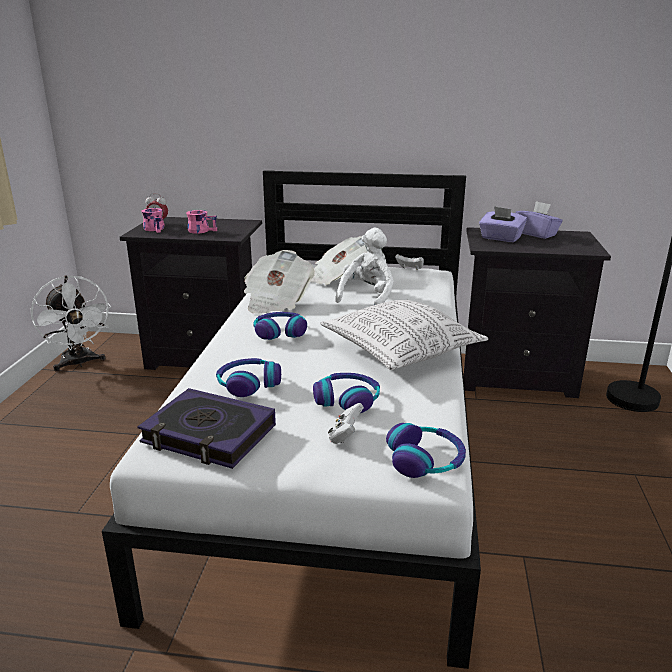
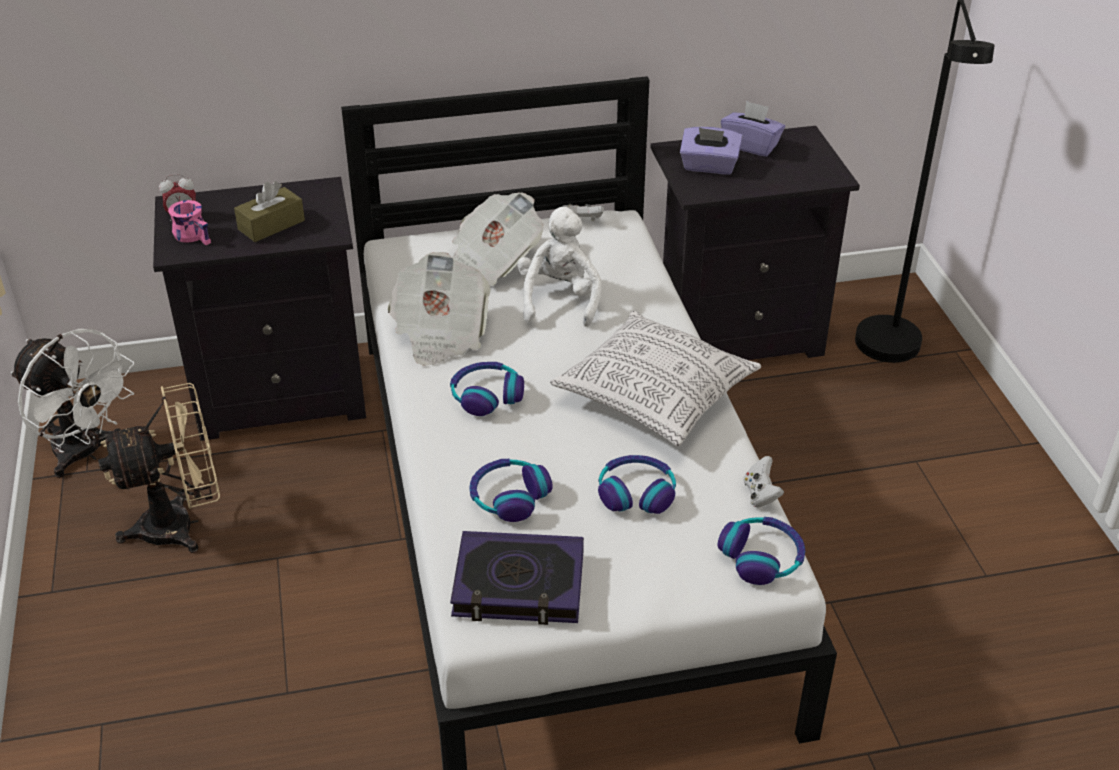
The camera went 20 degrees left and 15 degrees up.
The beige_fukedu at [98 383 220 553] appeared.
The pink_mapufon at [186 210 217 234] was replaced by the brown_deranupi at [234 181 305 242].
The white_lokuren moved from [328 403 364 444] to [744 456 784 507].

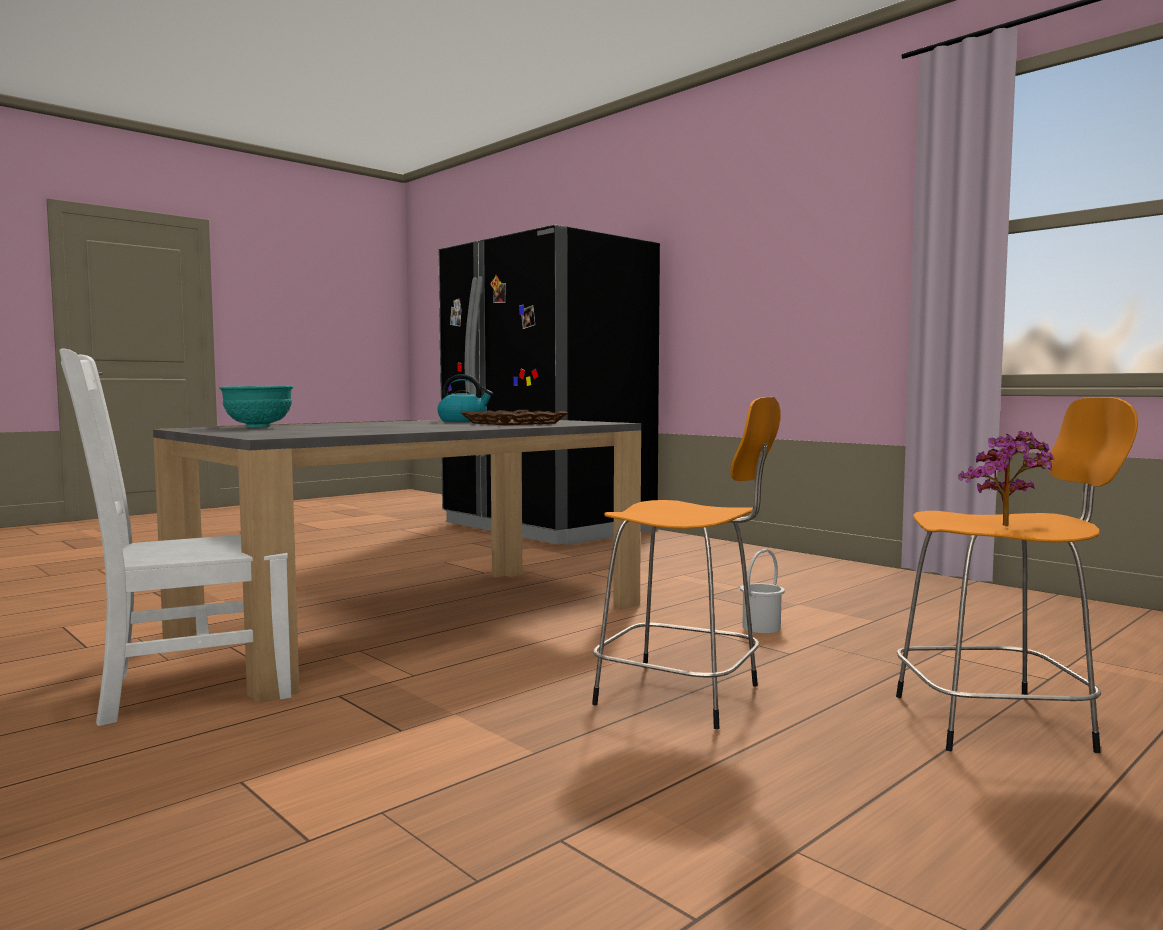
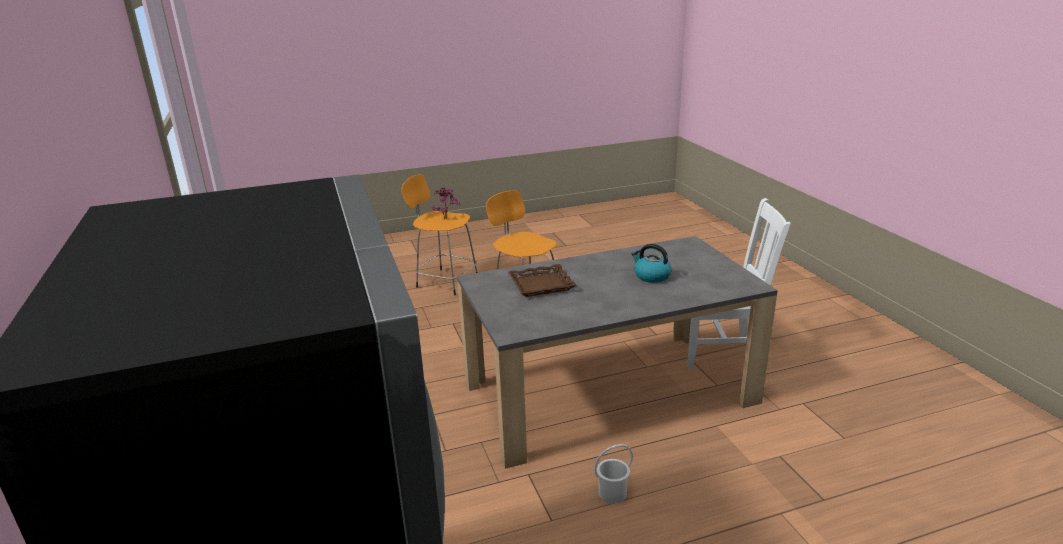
The camera went 155 degrees left and 20 degrees up.
The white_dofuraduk moved from [740 549 785 633] to [594 444 633 503].
The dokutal moved from [437 374 493 422] to [631 244 671 283].
The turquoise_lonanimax at [219 386 293 428] disappeared.

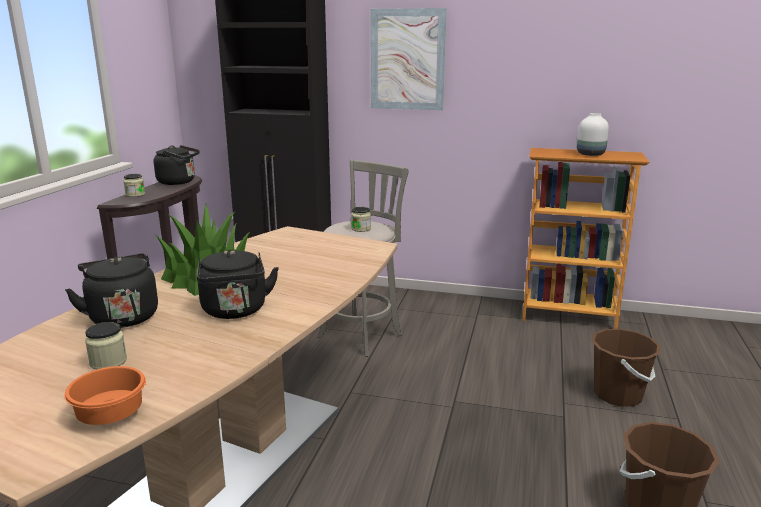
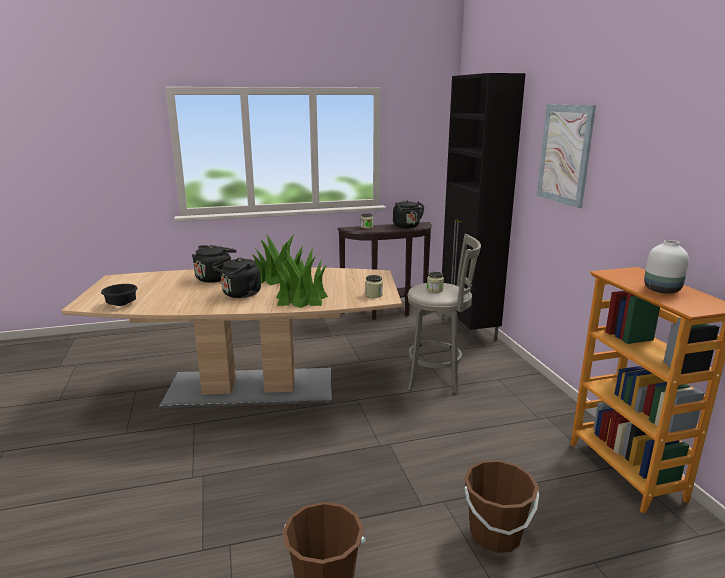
The camera went 60 degrees right and 0 degrees up.
The orange_lonanimax at [64 366 146 425] became the black_lonanimax at [101 284 138 306].
The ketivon at [275 248 328 308] appeared.
The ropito moved from [85 322 127 370] to [365 275 383 298].

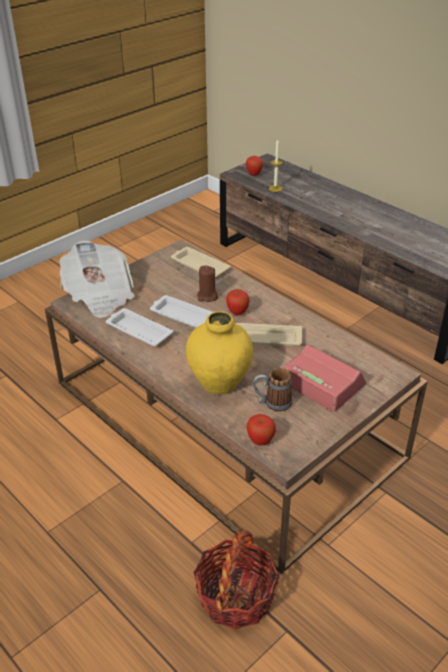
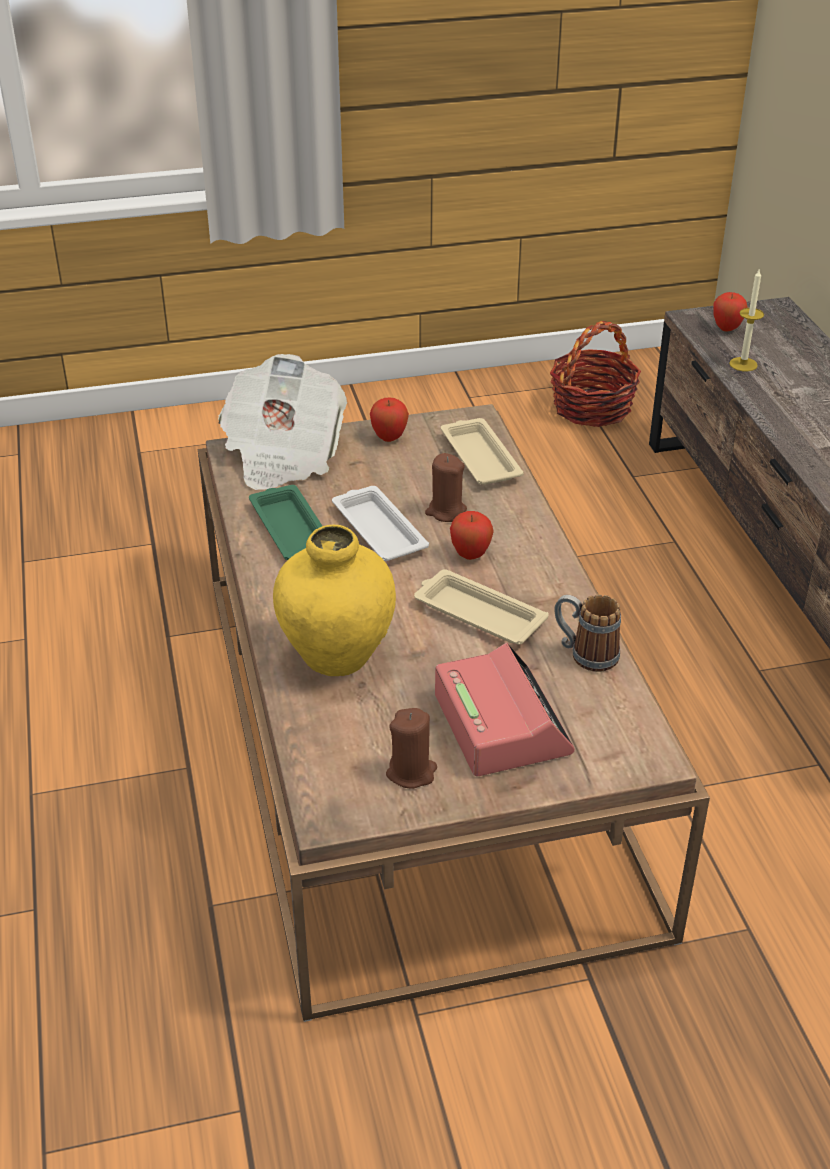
The camera went 30 degrees right and 0 degrees up.
The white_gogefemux at [106 308 173 346] became the green_gogefemux at [249 485 322 560].
The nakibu moved from [247 414 276 446] to [370 398 409 442].
The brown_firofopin at [386 708 437 788] appeared.
The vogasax moved from [193 531 280 630] to [550 321 641 427].
The mapufon moved from [253 368 292 411] to [554 594 621 672].

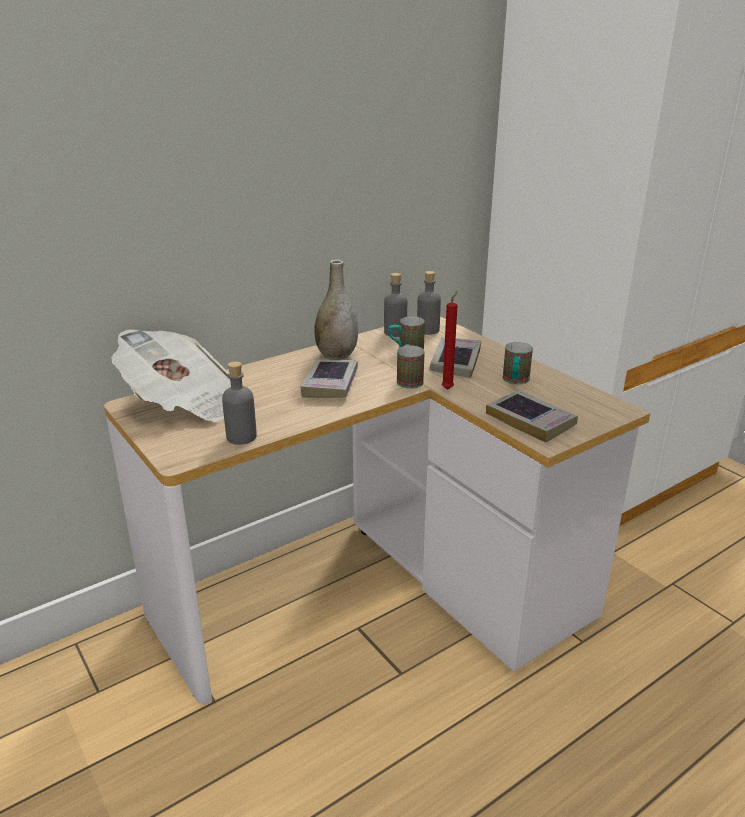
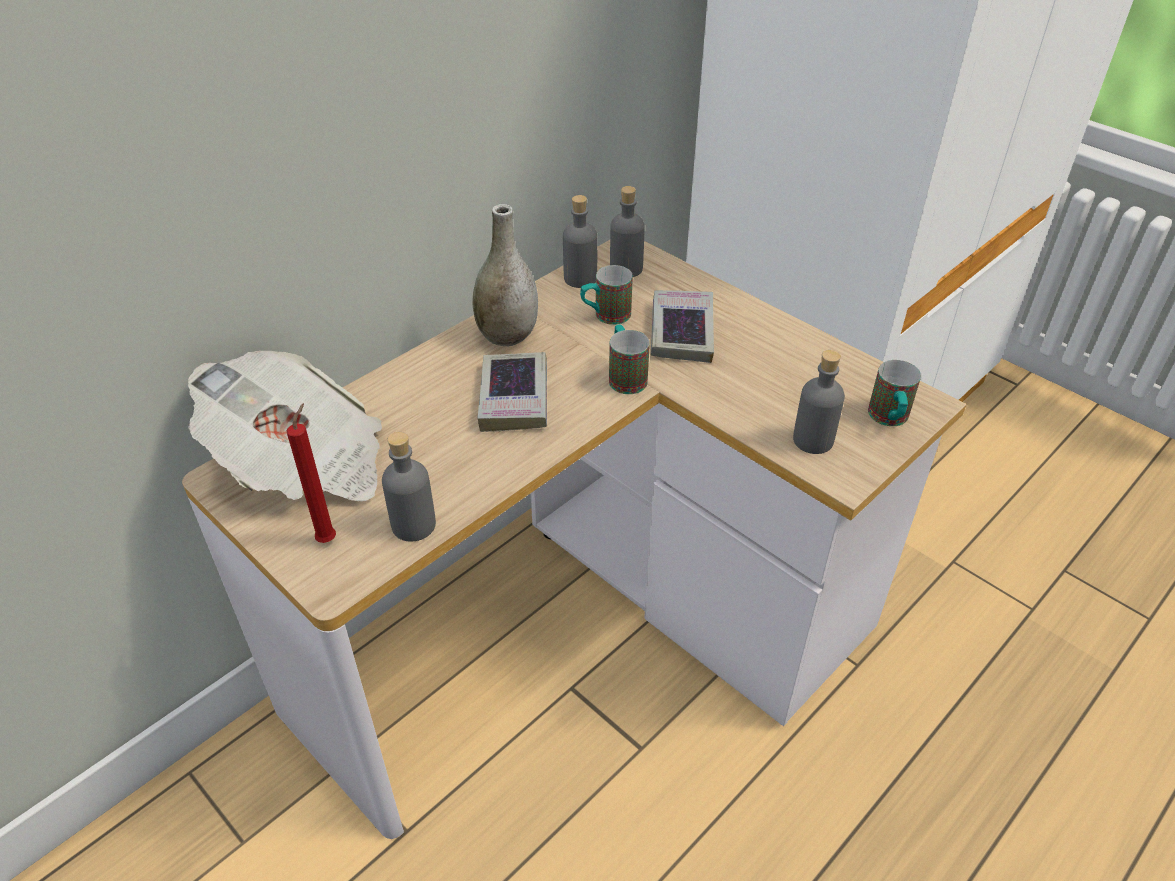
The camera went 10 degrees left and 15 degrees up.
The red_firofopin moved from [442 291 458 390] to [287 403 336 543].
The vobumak at [486 390 578 443] was replaced by the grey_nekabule at [793 350 845 454].
The mapufon moved from [503 342 533 385] to [868 360 921 426].

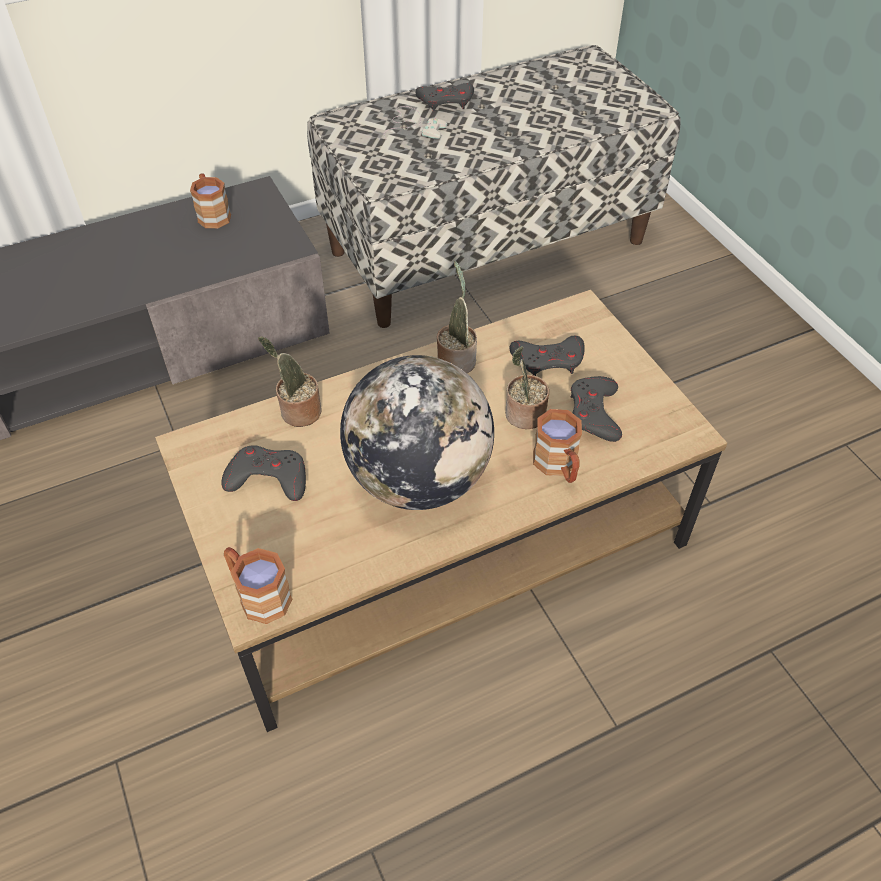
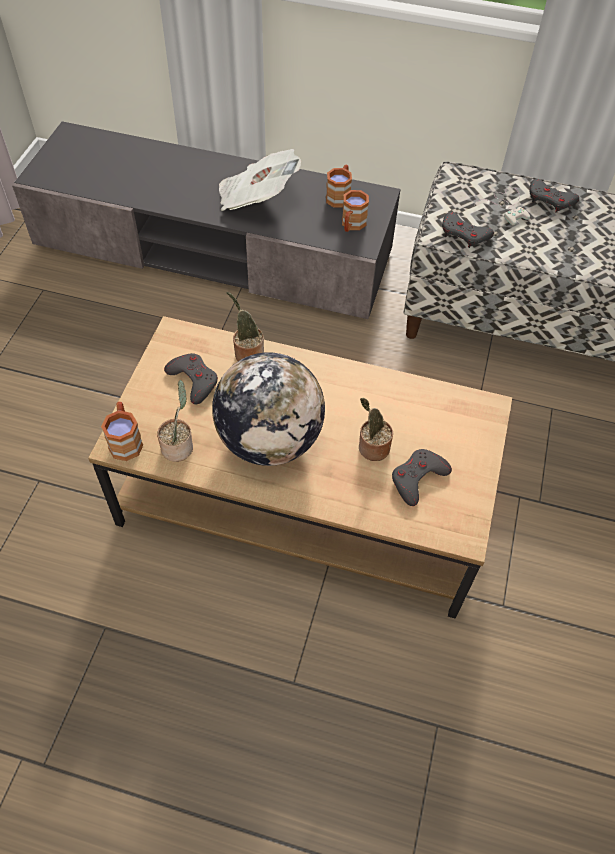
The camera went 40 degrees right and 5 degrees up.
The ketivon moved from [437 261 477 373] to [157 380 193 462].
The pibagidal at [219 149 301 211] appeared.
The brown_mapufon moved from [533 409 582 483] to [342 190 369 232].
The grey_lokuren moved from [509 336 585 376] to [442 212 494 248].

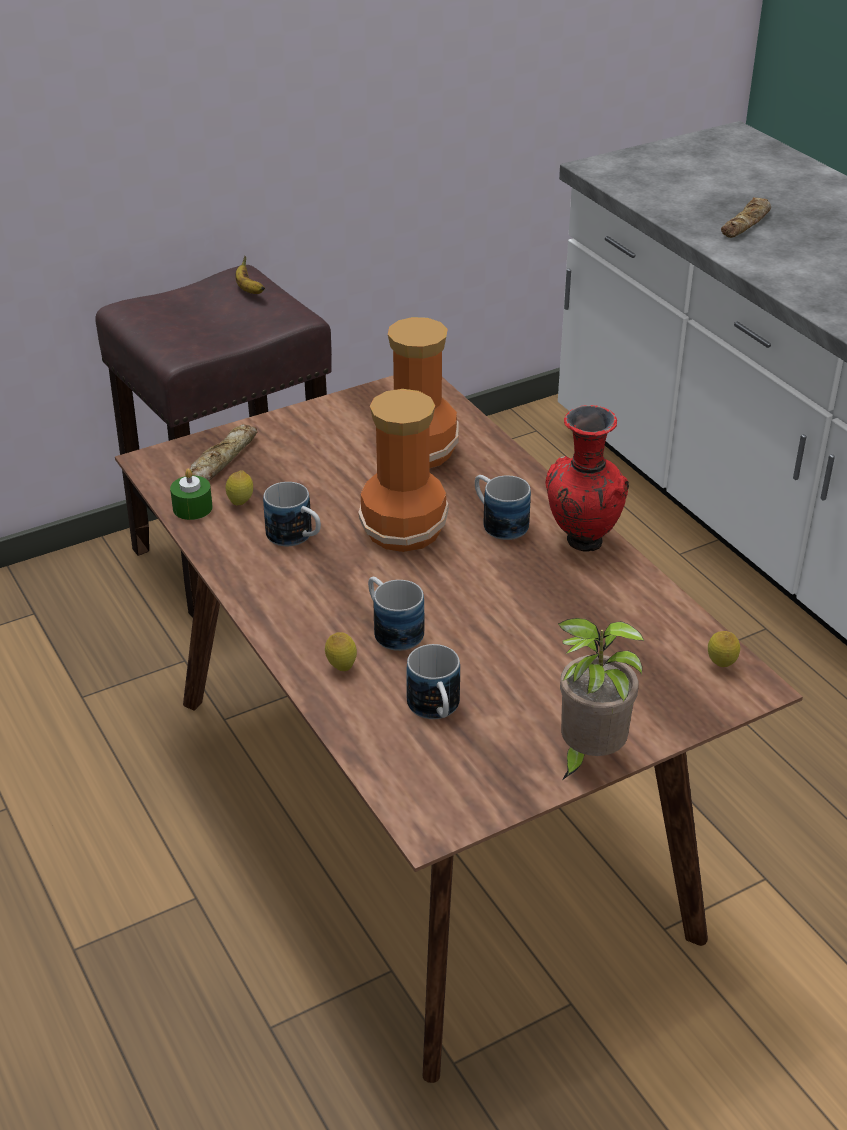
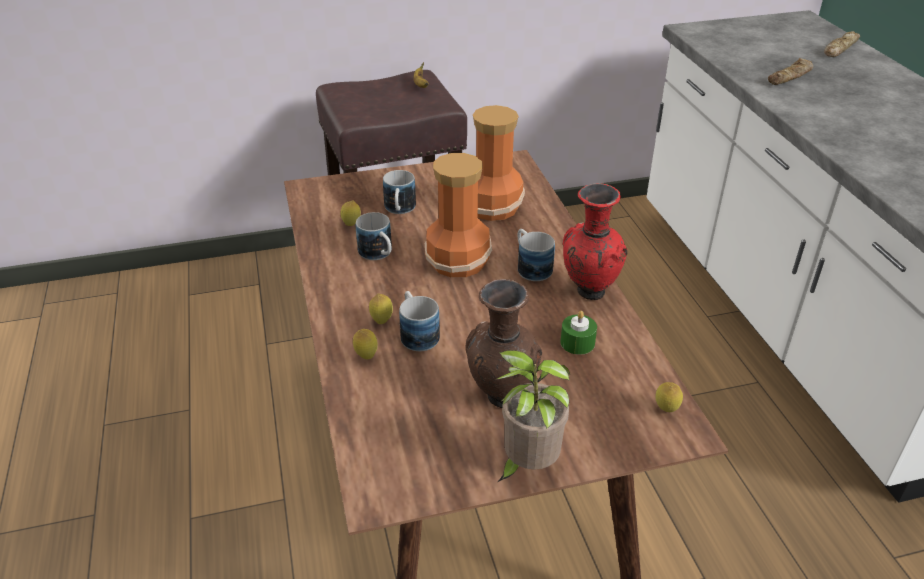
The camera went 15 degrees right and 0 degrees up.
The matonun at [369 293 393 324] appeared.
The mapufon moved from [406 644 460 719] to [383 170 416 214].
The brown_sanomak at [465 279 542 408] appeared.
The green_firofopin moved from [170 469 213 520] to [560 311 597 355].
The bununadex moved from [190 424 257 481] to [824 31 860 57].

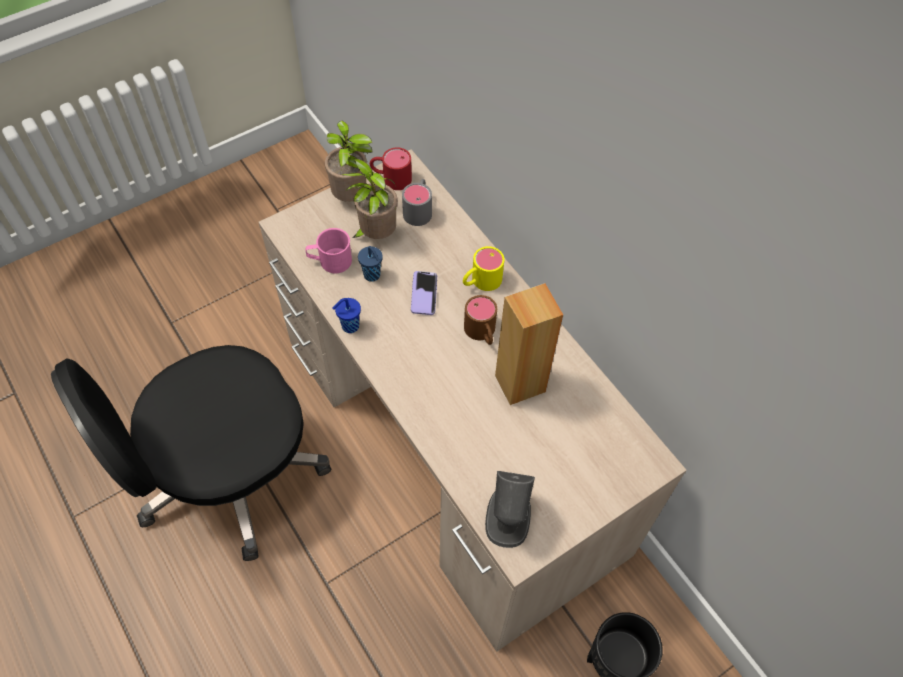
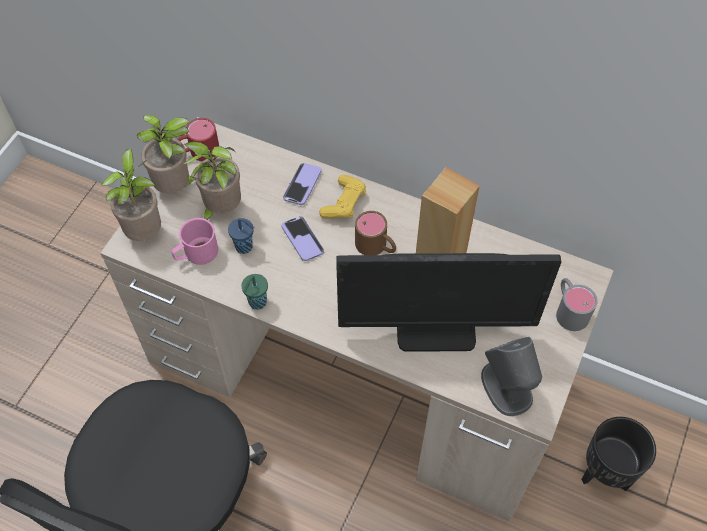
The camera went 30 degrees left and 0 degrees up.
The ketivon at [101 149 161 241] appeared.
The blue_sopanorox at [332 298 361 333] became the green_sopanorox at [241 274 268 310].
The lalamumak at [283 163 322 205] appeared.
The yellow_mapufon at [463 246 504 291] was replaced by the yellow_lokuren at [319 175 366 219].
The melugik at [336 253 561 351] appeared.
The grey_mapufon moved from [402 179 432 226] to [556 278 598 331].

